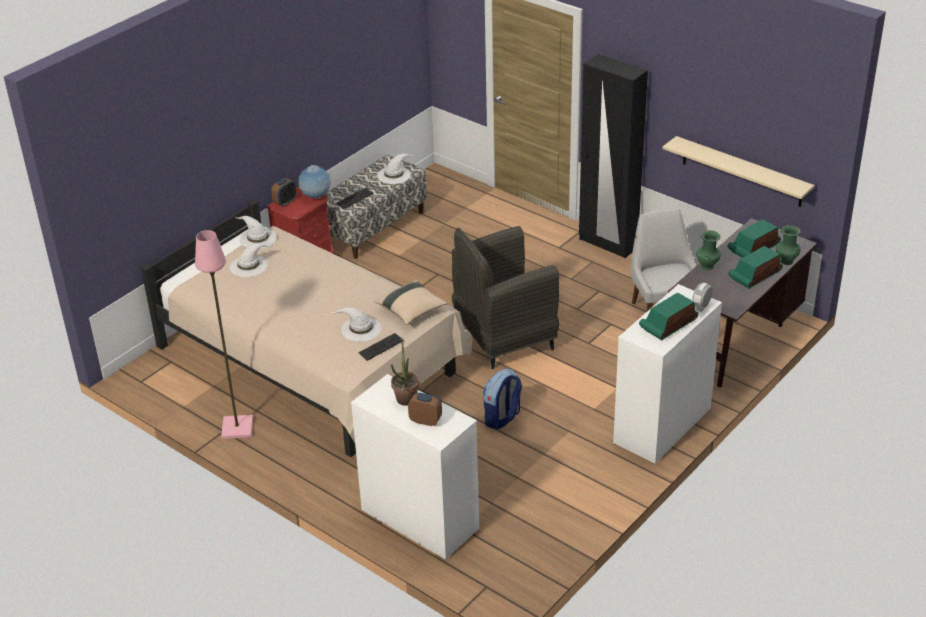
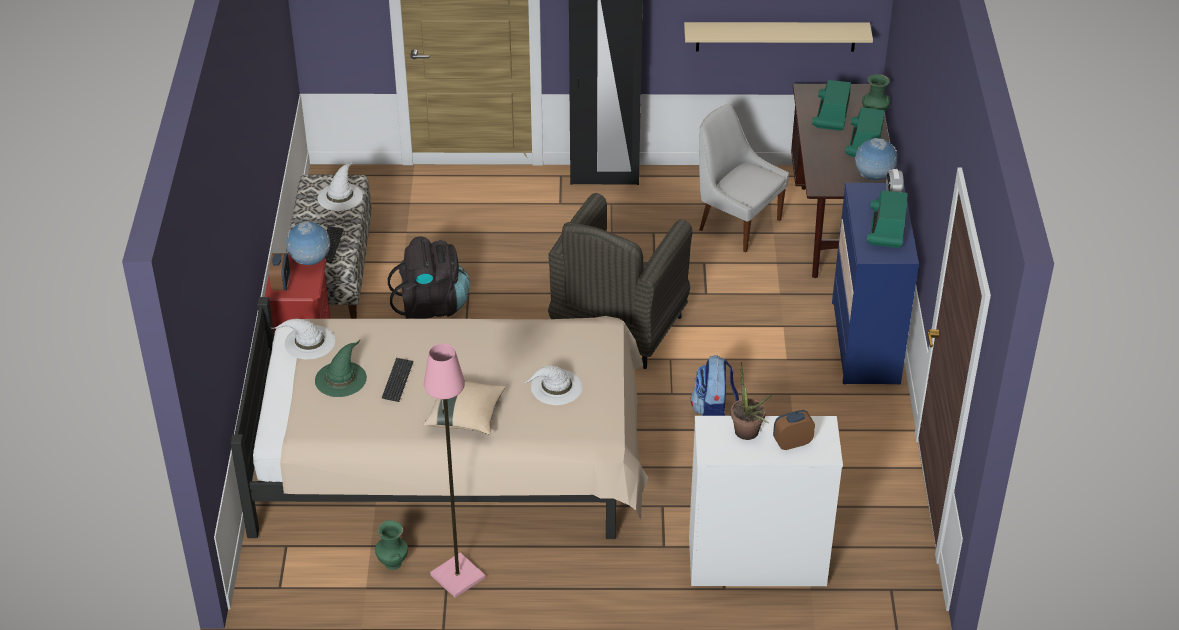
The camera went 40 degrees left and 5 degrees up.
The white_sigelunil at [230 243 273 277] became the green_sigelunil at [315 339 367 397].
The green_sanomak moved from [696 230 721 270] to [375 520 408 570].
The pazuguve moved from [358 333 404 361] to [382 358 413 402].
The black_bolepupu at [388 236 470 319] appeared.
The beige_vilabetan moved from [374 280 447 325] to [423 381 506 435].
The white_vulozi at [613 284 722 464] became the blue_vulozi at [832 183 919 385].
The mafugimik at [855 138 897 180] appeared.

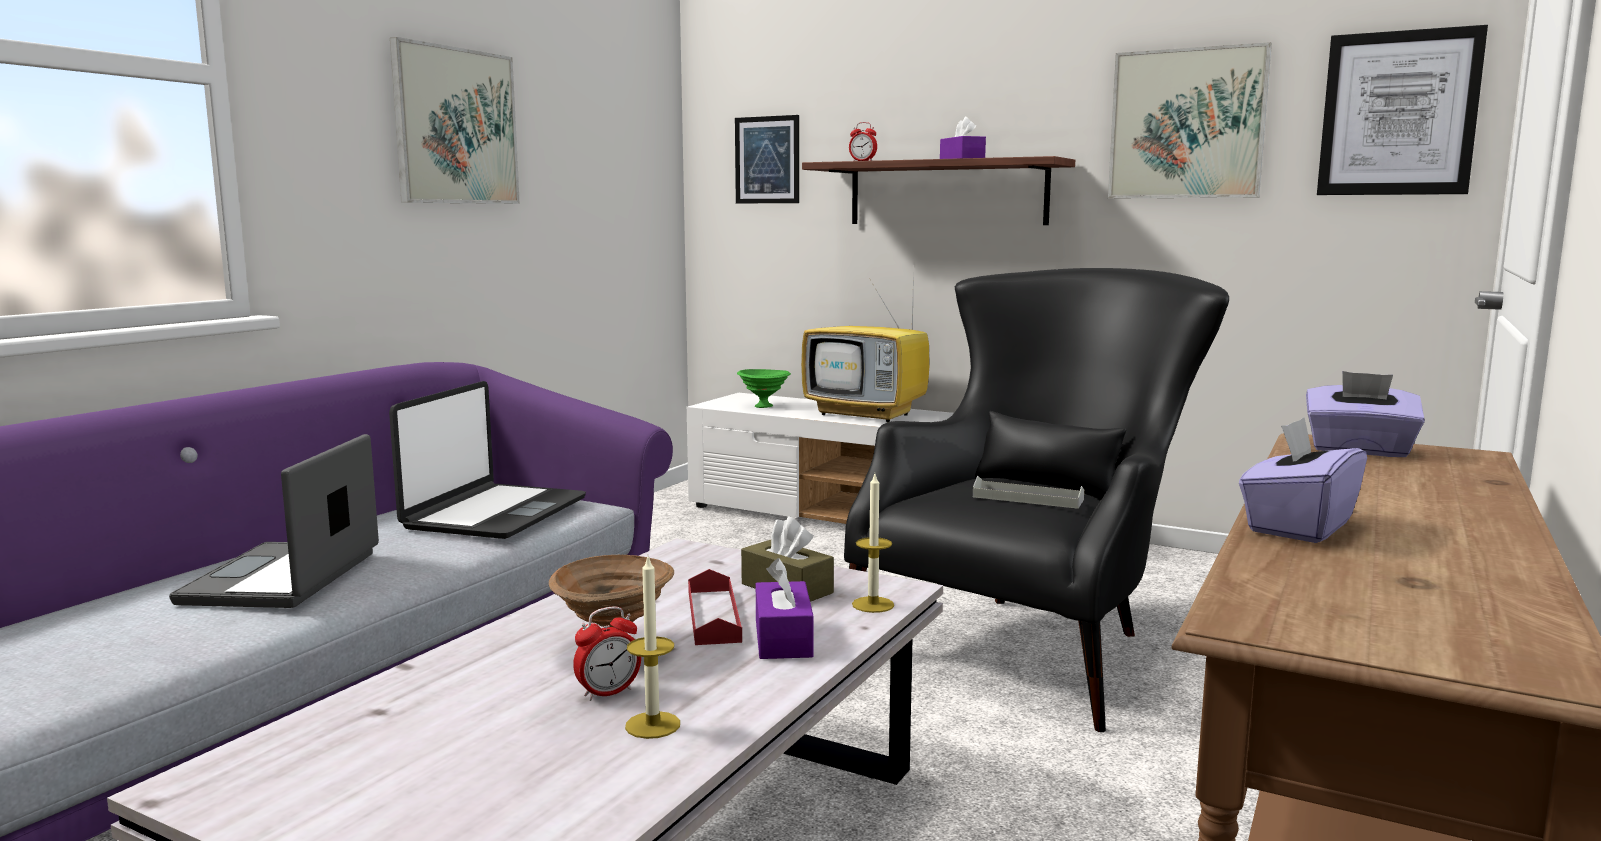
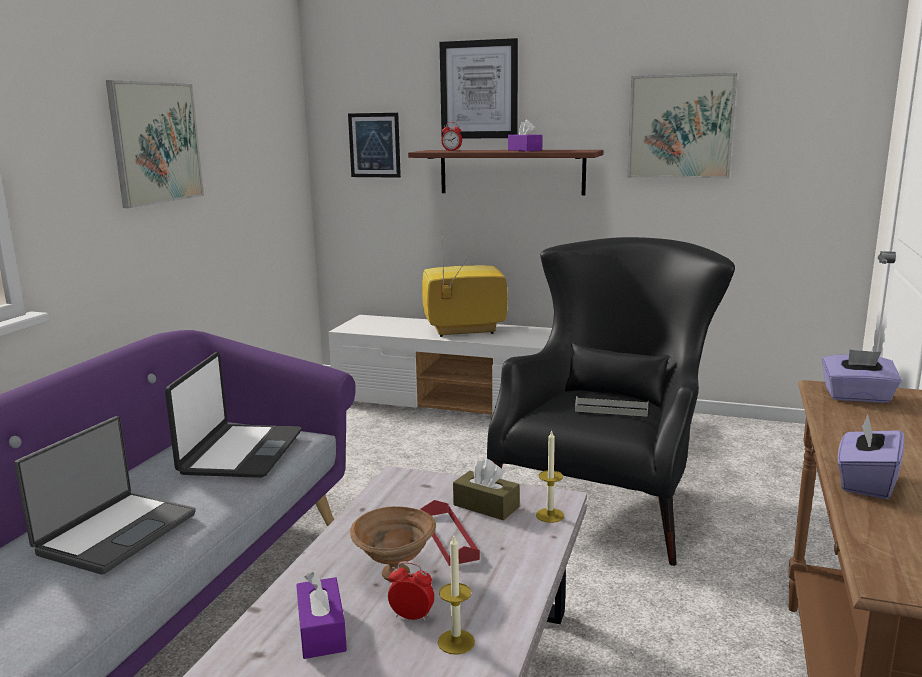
The camera went 10 degrees left and 5 degrees up.
The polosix at [169 434 379 608] turned 150 degrees counterclockwise.
The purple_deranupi moved from [756 558 814 659] to [296 572 347 659].
The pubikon at [573 606 641 701] turned 120 degrees counterclockwise.
The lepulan at [801 267 930 422] turned 150 degrees clockwise.
The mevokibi moved from [1317 25 1488 195] to [439 38 518 139].
The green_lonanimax at [737 369 791 408] disappeared.

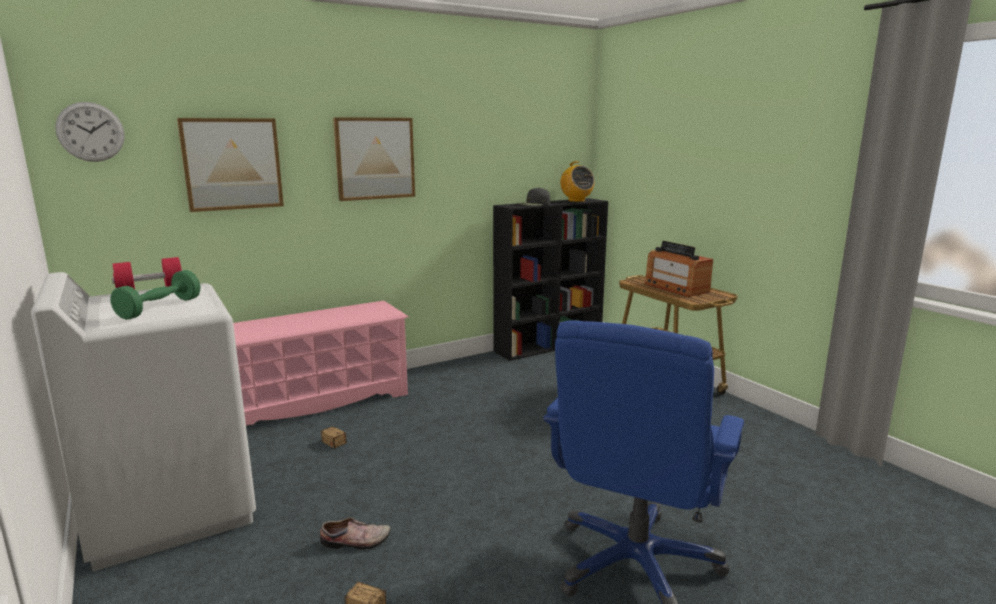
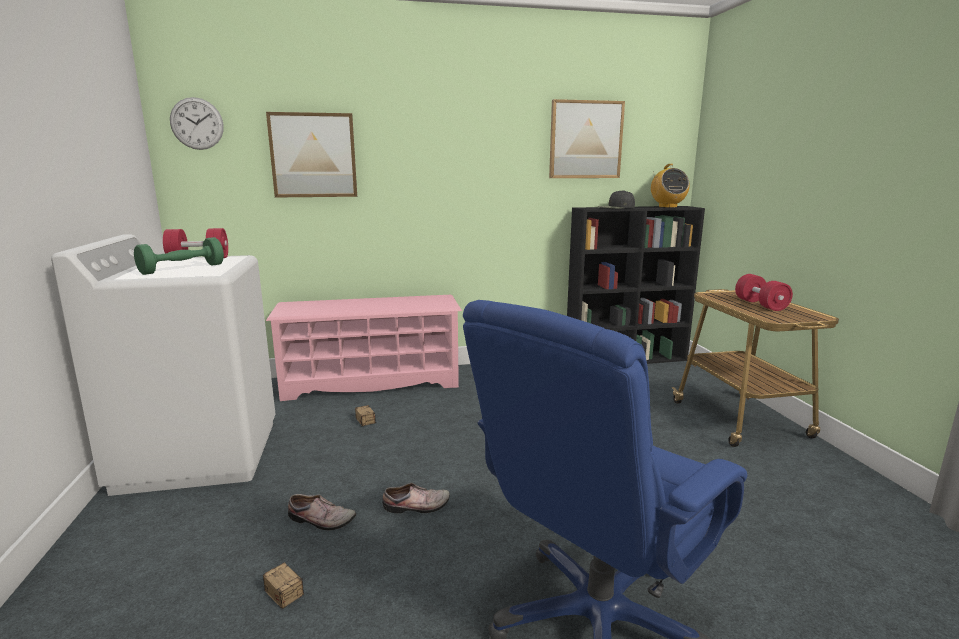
The camera went 20 degrees right and 0 degrees up.
The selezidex at [382 483 450 513] appeared.
The mevokibi moved from [333 117 415 201] to [549 99 625 178].
The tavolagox at [645 241 713 297] was replaced by the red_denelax at [735 274 793 311].

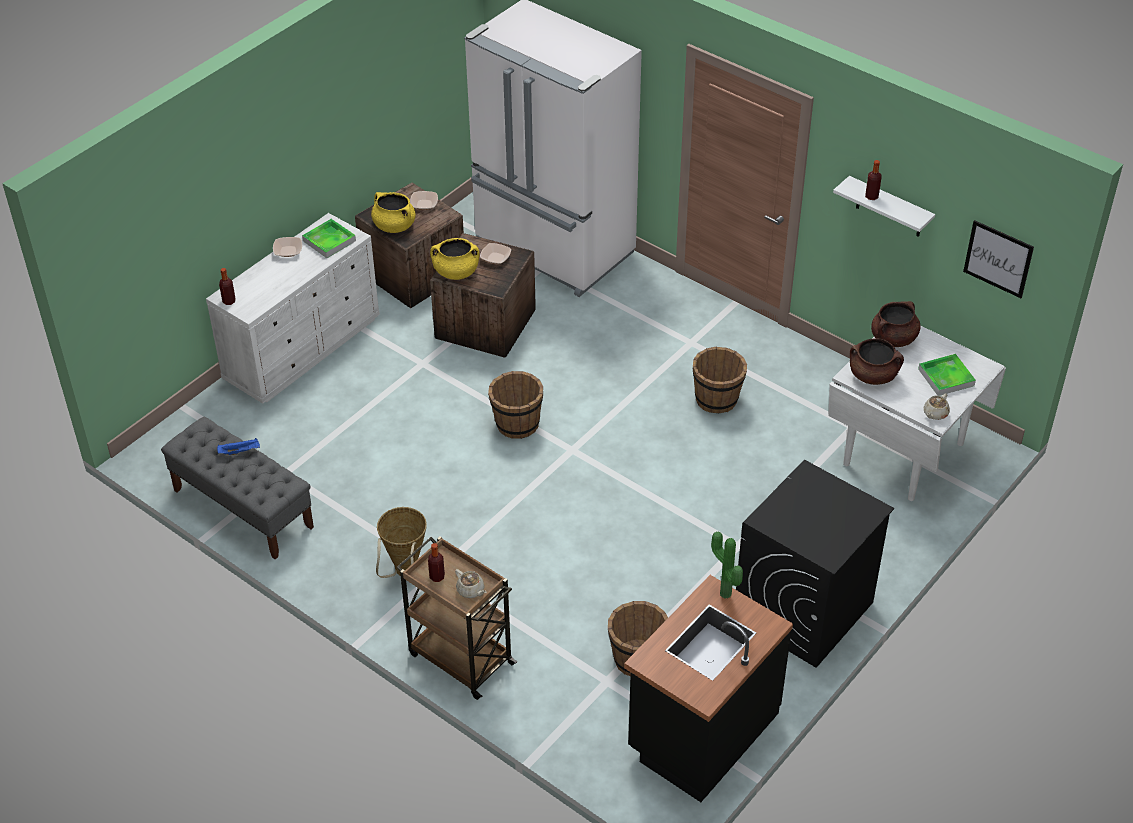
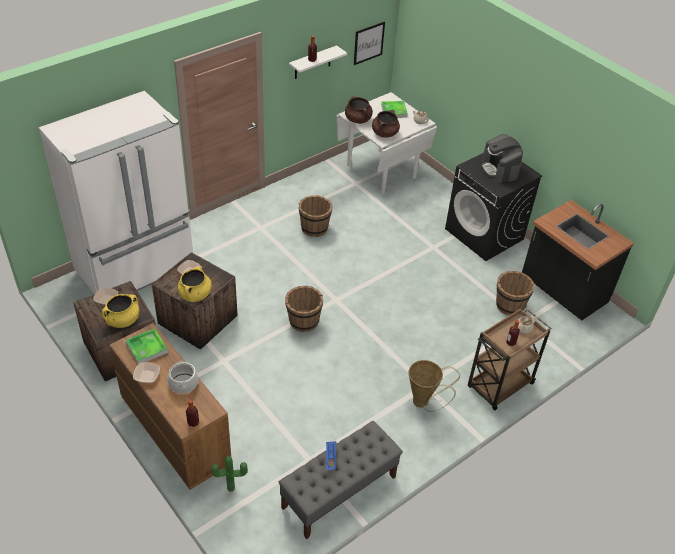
The camera went 80 degrees left and 0 degrees up.
The white_vulozi at [206 213 380 404] became the brown_vulozi at [109 323 231 490].
The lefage at [167 361 198 394] appeared.
The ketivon moved from [711 531 743 599] to [211 456 248 492].
The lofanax at [481 134 523 183] appeared.

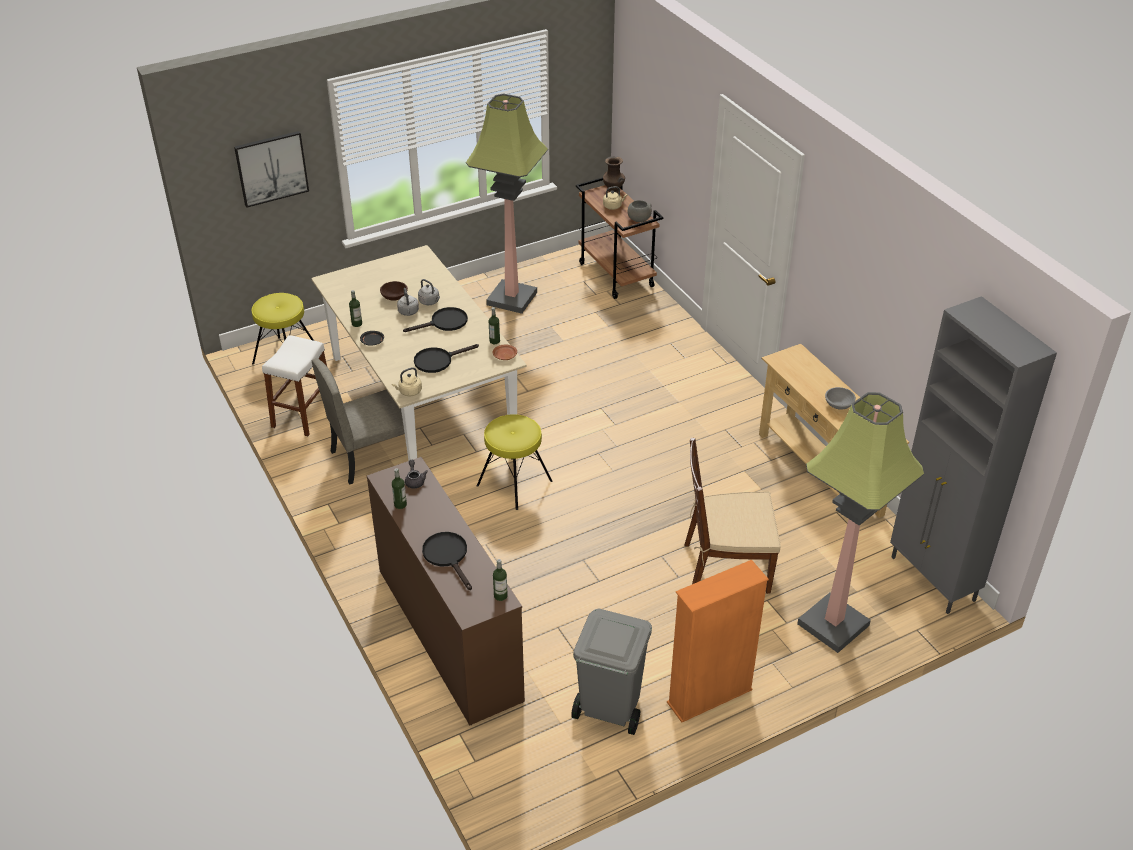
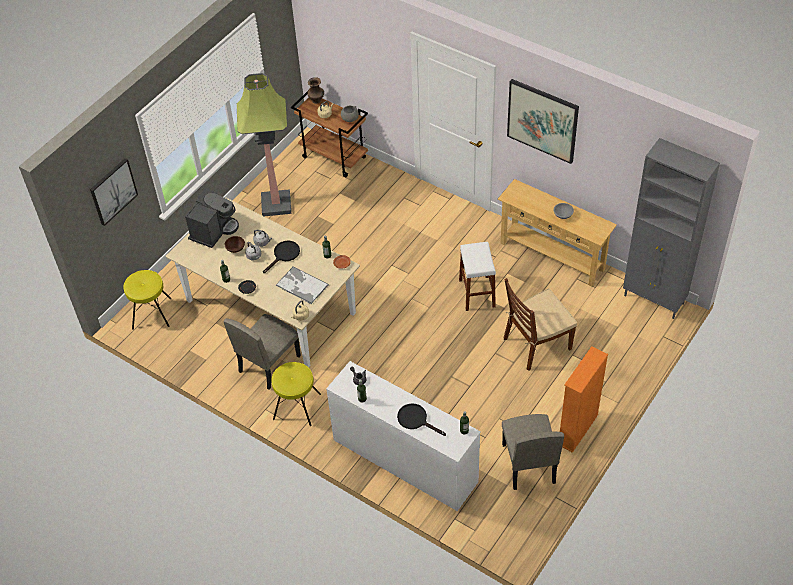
The camera went 25 degrees left and 10 degrees up.
The lofanax at [185 188 239 248] appeared.
The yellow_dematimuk moved from [477 414 552 510] to [272 362 321 426].
The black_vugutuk at [414 344 479 373] was replaced by the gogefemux at [276 266 329 304].
The brown_vulozi at [367 457 525 725] became the white_vulozi at [326 361 481 511].
The white_dematimuk moved from [262 335 327 436] to [459 242 496 311].
The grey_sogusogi at [571 609 652 735] was replaced by the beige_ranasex at [502 414 564 490].
The mevokibi at [507 79 579 164] appeared.
The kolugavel at [797 392 924 653] disappeared.

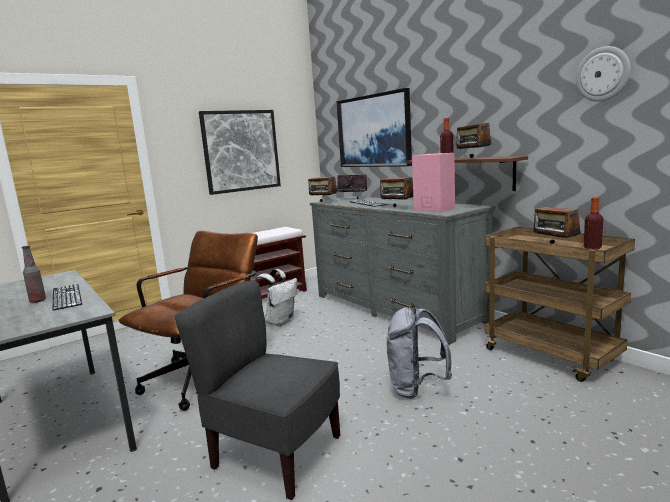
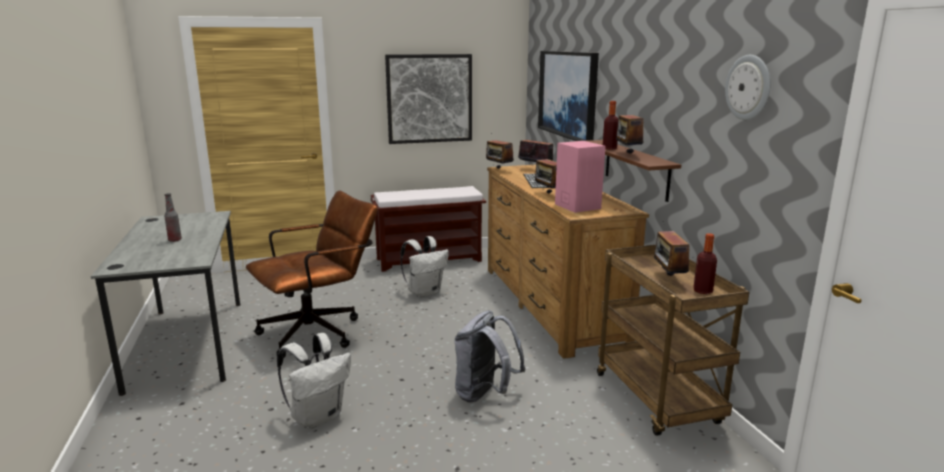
The camera went 20 degrees right and 5 degrees up.
The grey_ranasex at [175 280 340 500] was replaced by the white_bolepupu at [277 333 351 429].
The grey_vulozi at [310 196 495 345] became the brown_vulozi at [487 165 649 359].
The pazuguve at [53 284 82 311] disappeared.

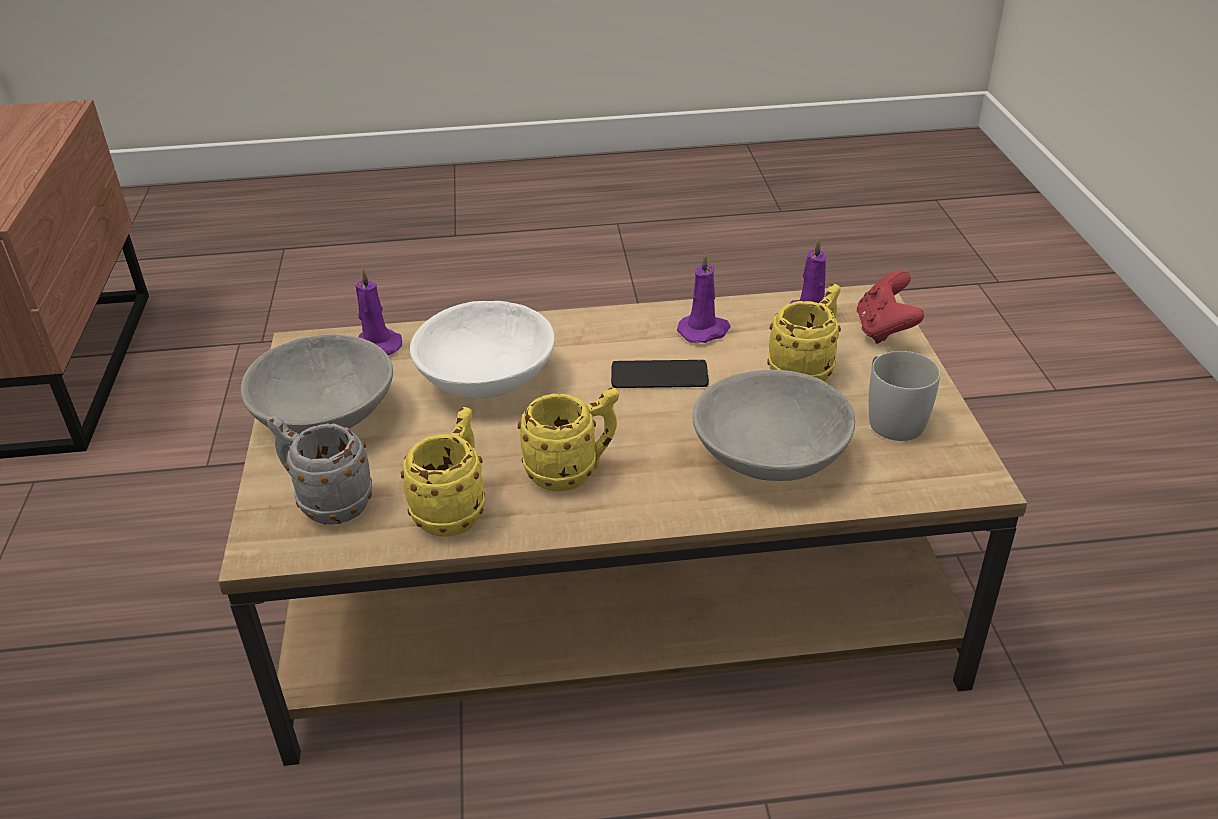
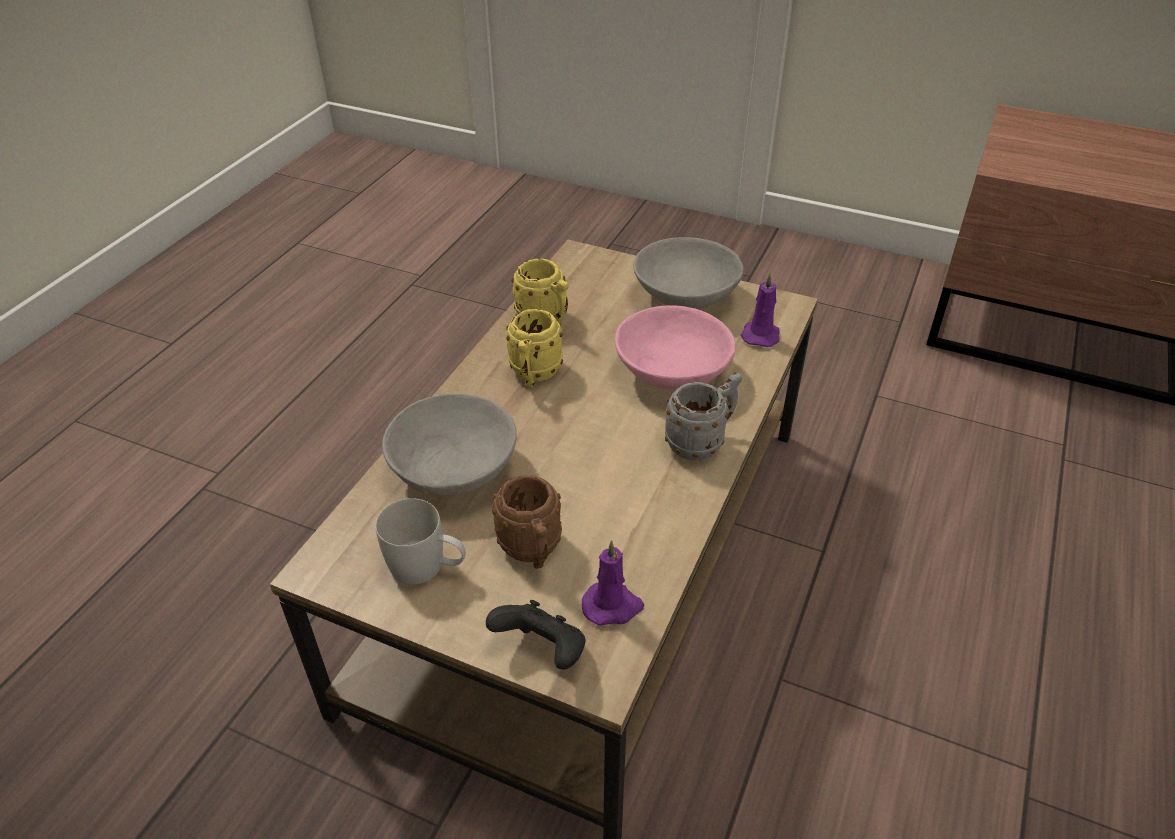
The camera went 120 degrees right and 5 degrees up.
The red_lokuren at [857 270 924 344] became the black_lokuren at [486 600 585 670].
The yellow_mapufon at [767 284 841 382] became the brown_mapufon at [492 475 562 569].
The white_lonanimax at [410 301 555 398] became the pink_lonanimax at [615 305 736 390].
The grey_mapufon moved from [267 416 372 525] to [665 373 742 461].
The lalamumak at [611 360 709 388] disappeared.
The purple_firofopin at [677 252 731 343] disappeared.

